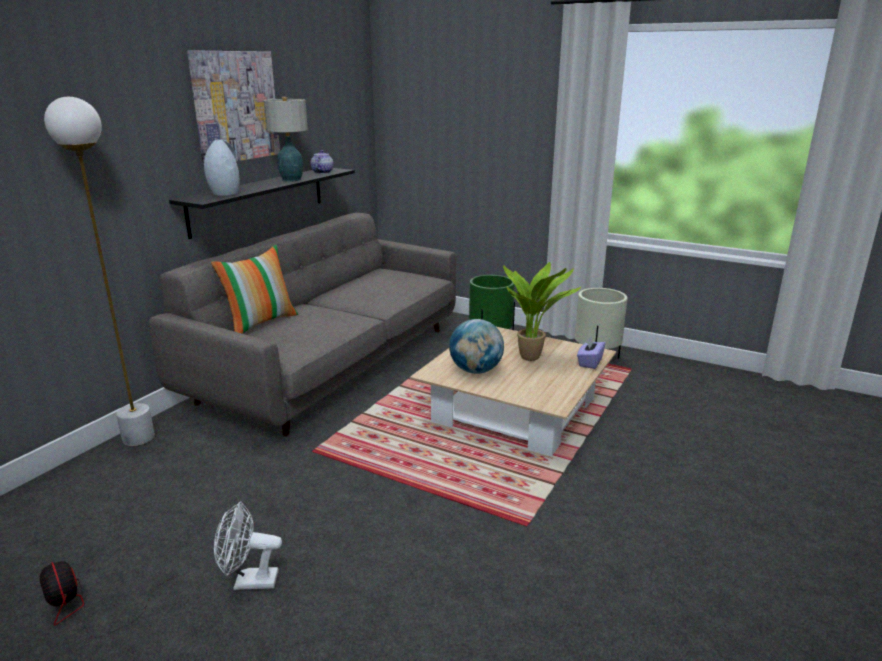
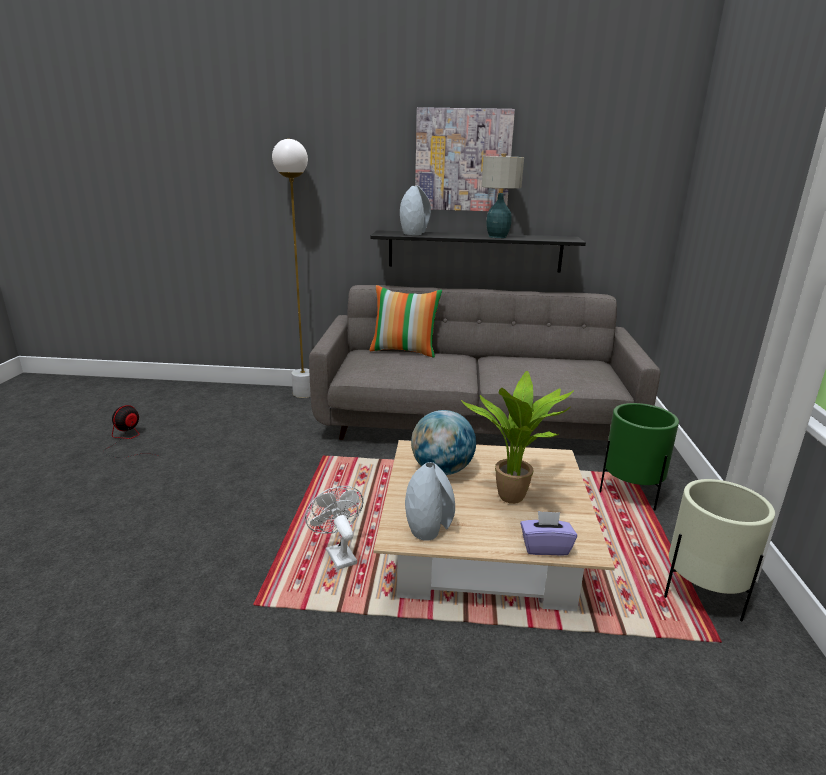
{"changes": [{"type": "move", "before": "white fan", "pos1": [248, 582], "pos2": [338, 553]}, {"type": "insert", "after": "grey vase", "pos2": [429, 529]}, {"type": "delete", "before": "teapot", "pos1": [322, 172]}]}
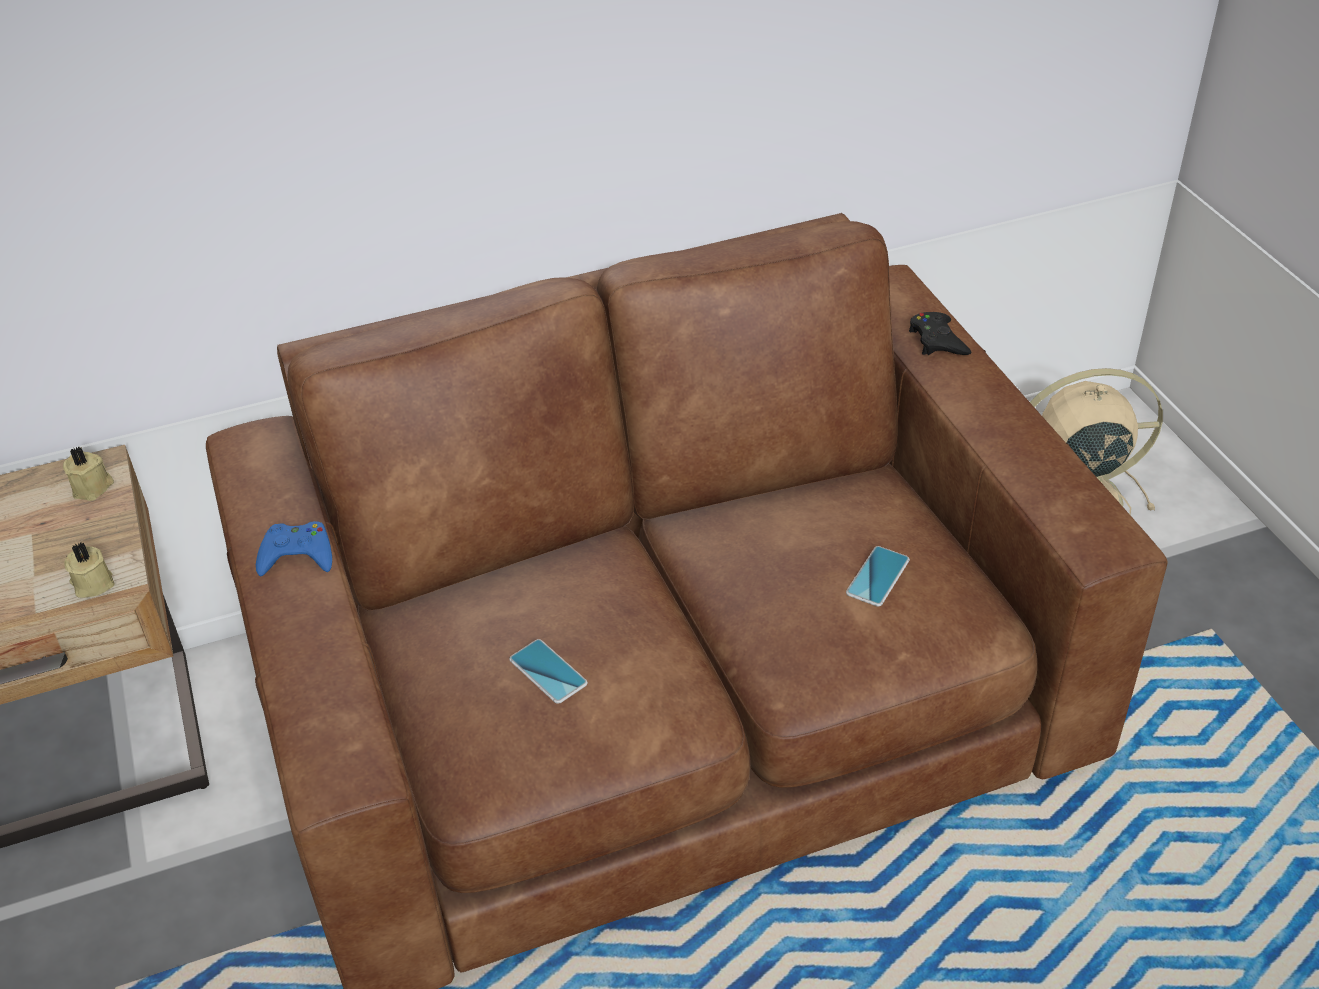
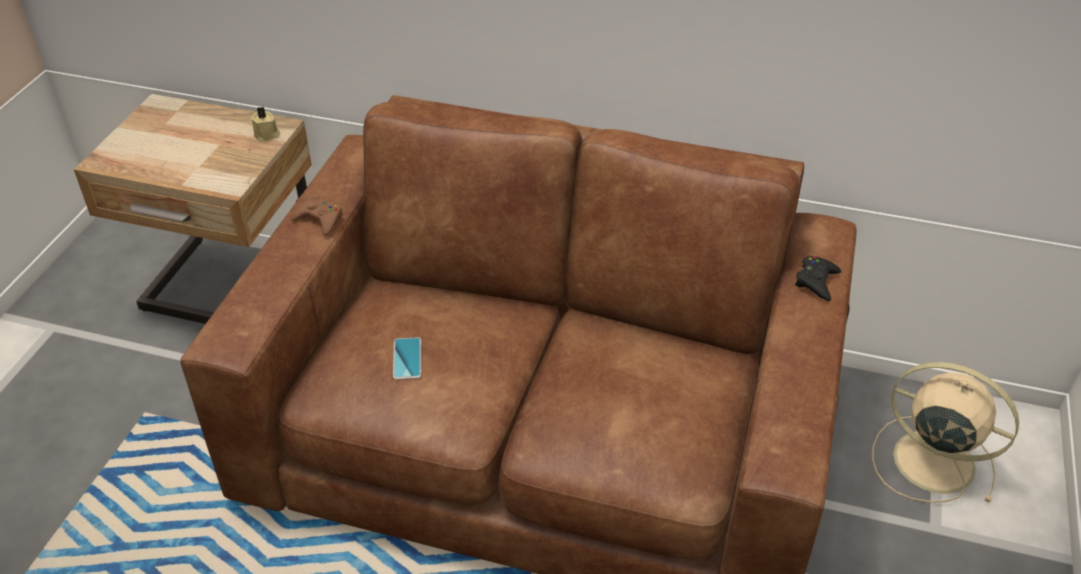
{"changes": [{"type": "recolor", "before": "blue game controller", "after": "brown game controller", "pos1": [297, 555], "pos2": [320, 219]}, {"type": "delete", "before": "beige candle", "pos1": [92, 583]}, {"type": "delete", "before": "phone", "pos1": [877, 577]}]}
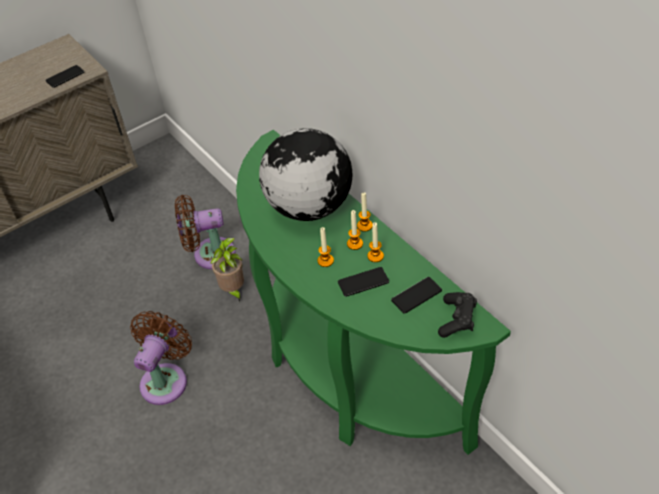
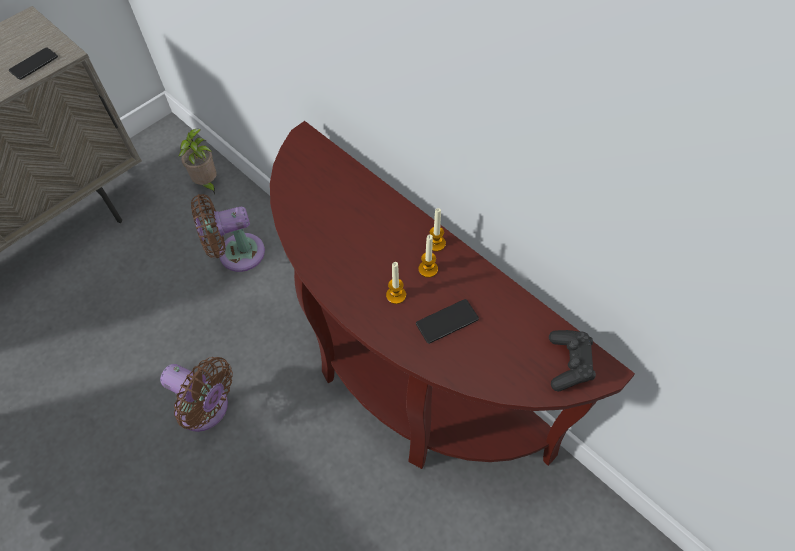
{"changes": [{"type": "rotate", "before": "brown fan", "pos1": [166, 379], "pos2": [207, 409], "turn": 105}, {"type": "move", "before": "potted plant", "pos1": [233, 290], "pos2": [207, 184]}, {"type": "recolor", "before": "green console table", "after": "brown console table", "pos1": [347, 372], "pos2": [407, 381]}, {"type": "delete", "before": "globe", "pos1": [308, 206]}, {"type": "delete", "before": "candle", "pos1": [375, 256]}, {"type": "delete", "before": "phone", "pos1": [416, 295]}]}
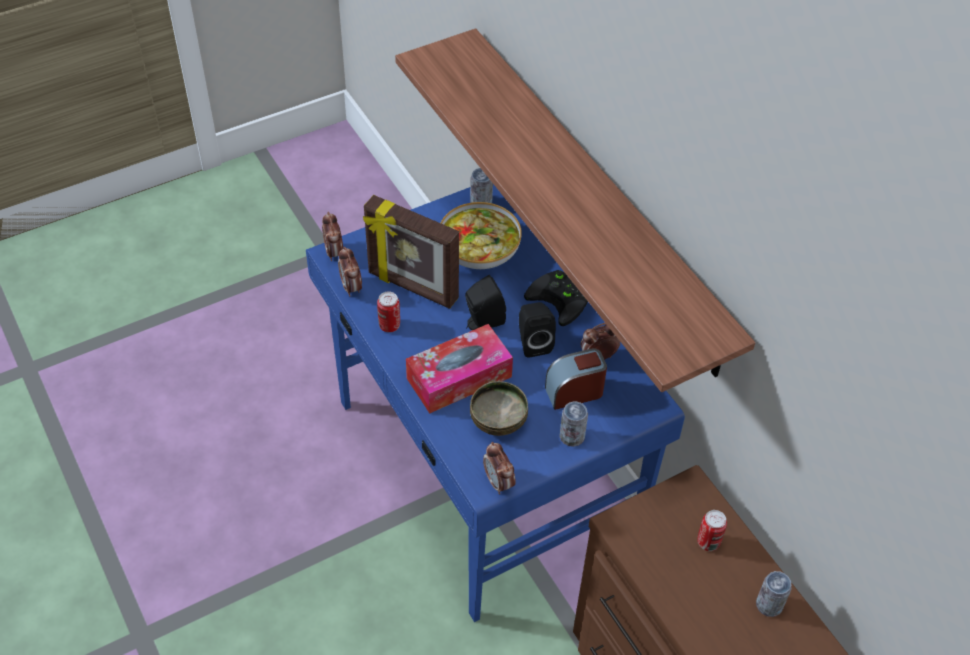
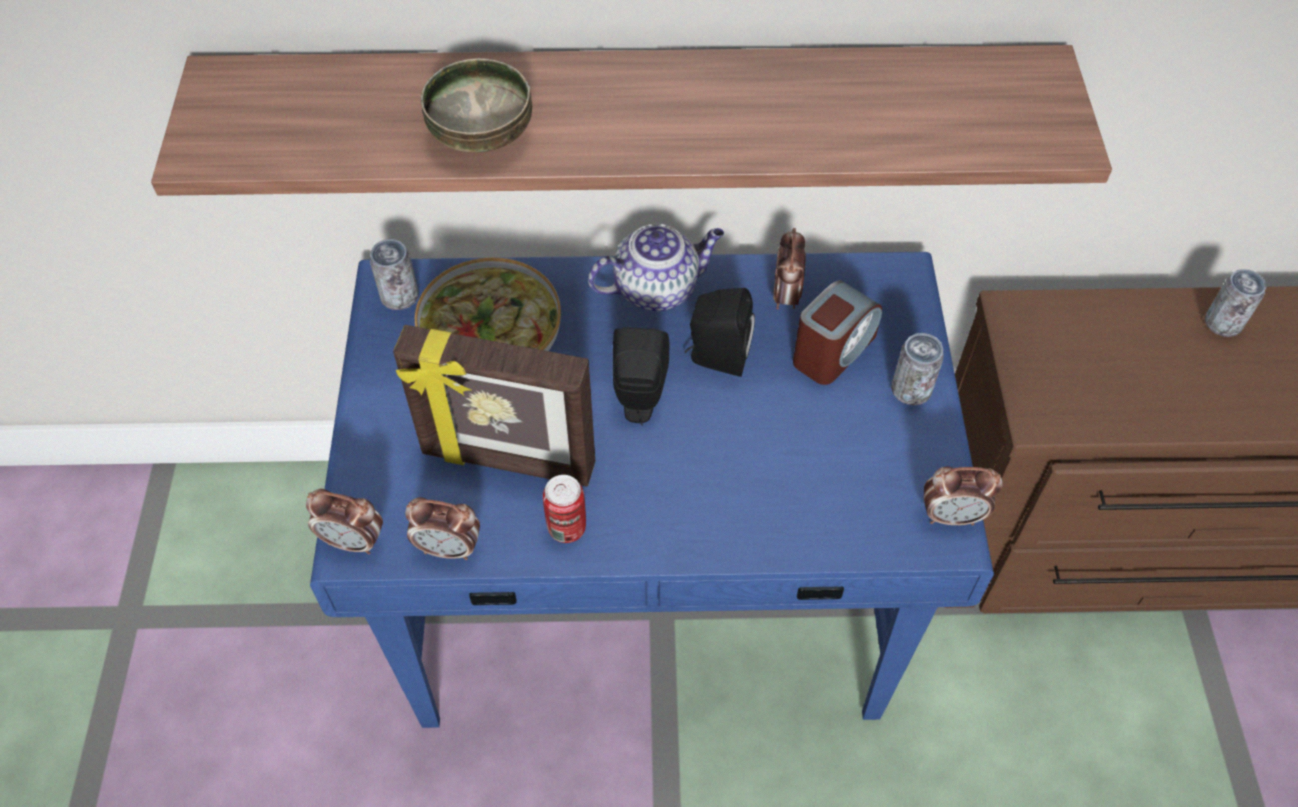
{"changes": [{"type": "rotate", "before": "picture frame", "pos1": [412, 287], "pos2": [508, 461], "turn": 45}, {"type": "move", "before": "bowl", "pos1": [499, 421], "pos2": [483, 135]}, {"type": "replace", "before": "black game controller", "after": "teapot", "pos1": [562, 299], "pos2": [657, 288]}, {"type": "rotate", "before": "alarm clock", "pos1": [574, 392], "pos2": [833, 351], "turn": -150}, {"type": "delete", "before": "tissue box", "pos1": [459, 377]}, {"type": "delete", "before": "can", "pos1": [708, 542]}]}
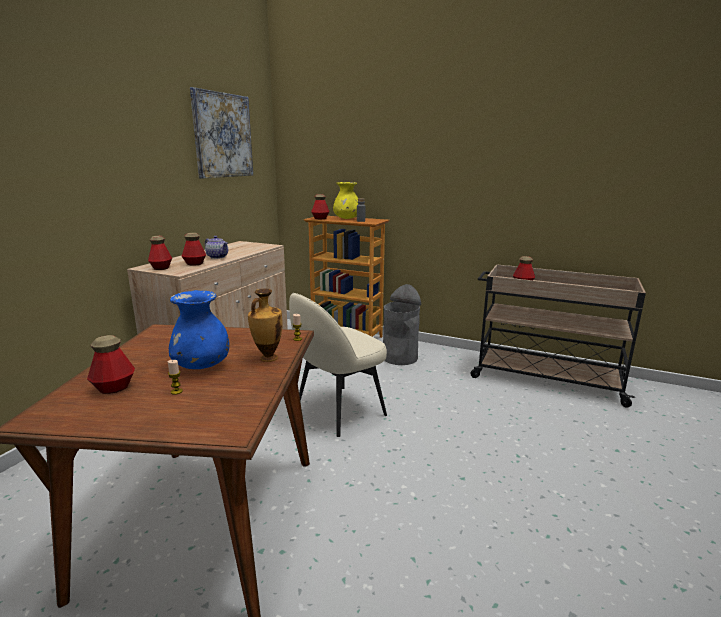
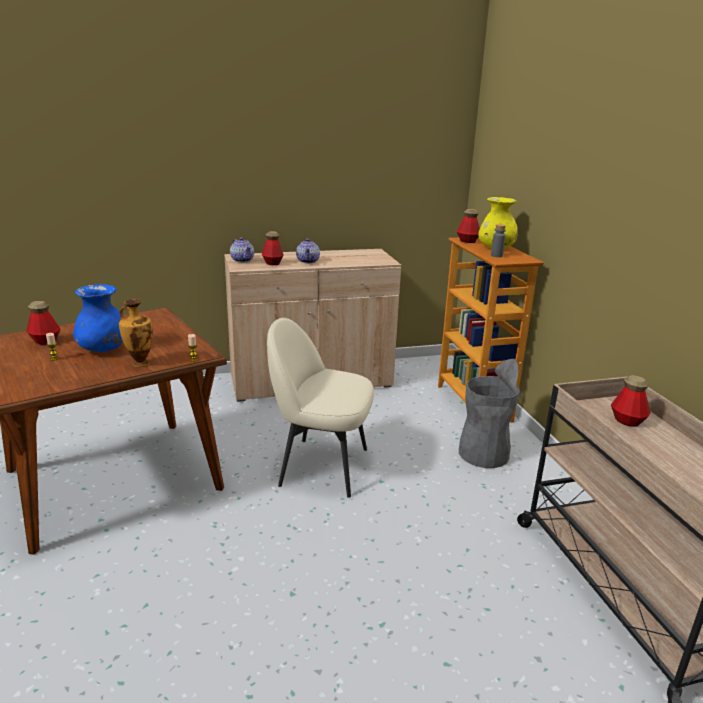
{"changes": [{"type": "replace", "before": "bottle", "after": "teapot", "pos1": [161, 268], "pos2": [242, 260]}, {"type": "delete", "before": "picture", "pos1": [222, 135]}]}
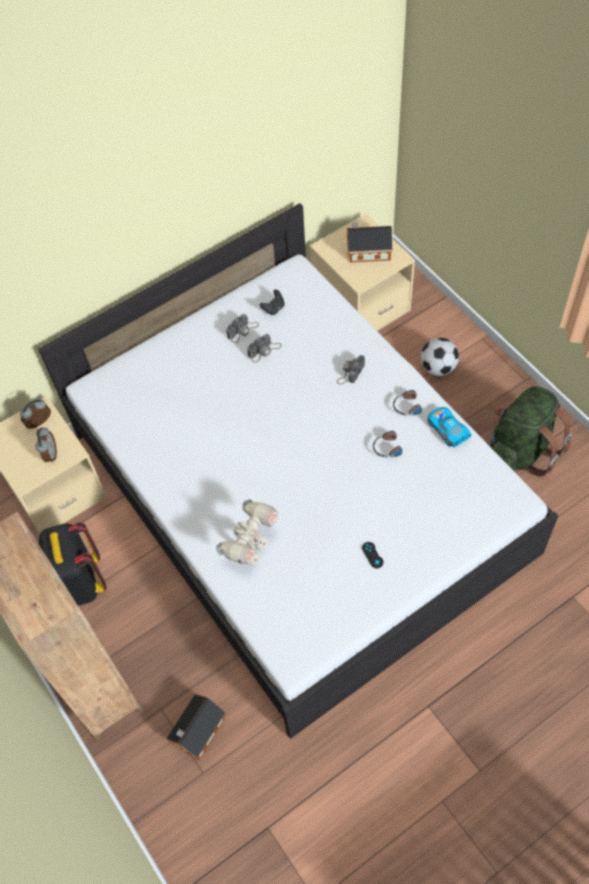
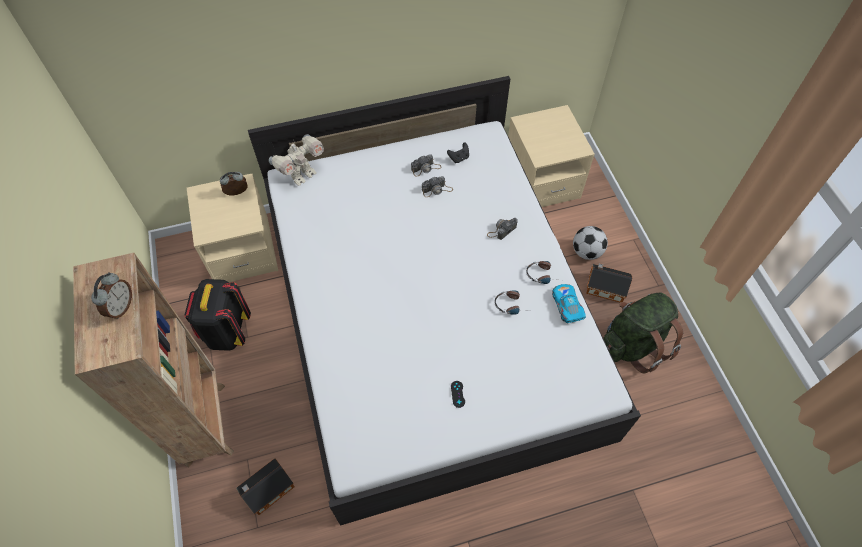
{"changes": [{"type": "move", "before": "alarm clock", "pos1": [50, 454], "pos2": [121, 307]}, {"type": "move", "before": "toy robot", "pos1": [251, 549], "pos2": [302, 175]}, {"type": "move", "before": "toy house", "pos1": [367, 251], "pos2": [604, 287]}]}
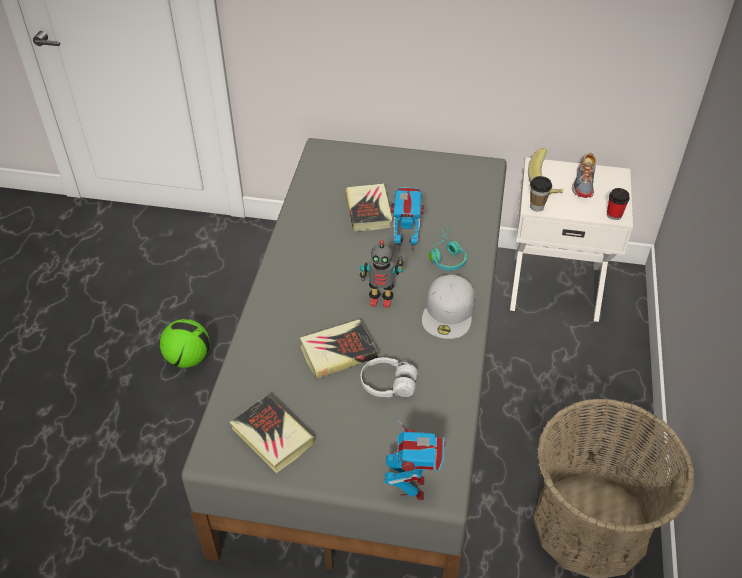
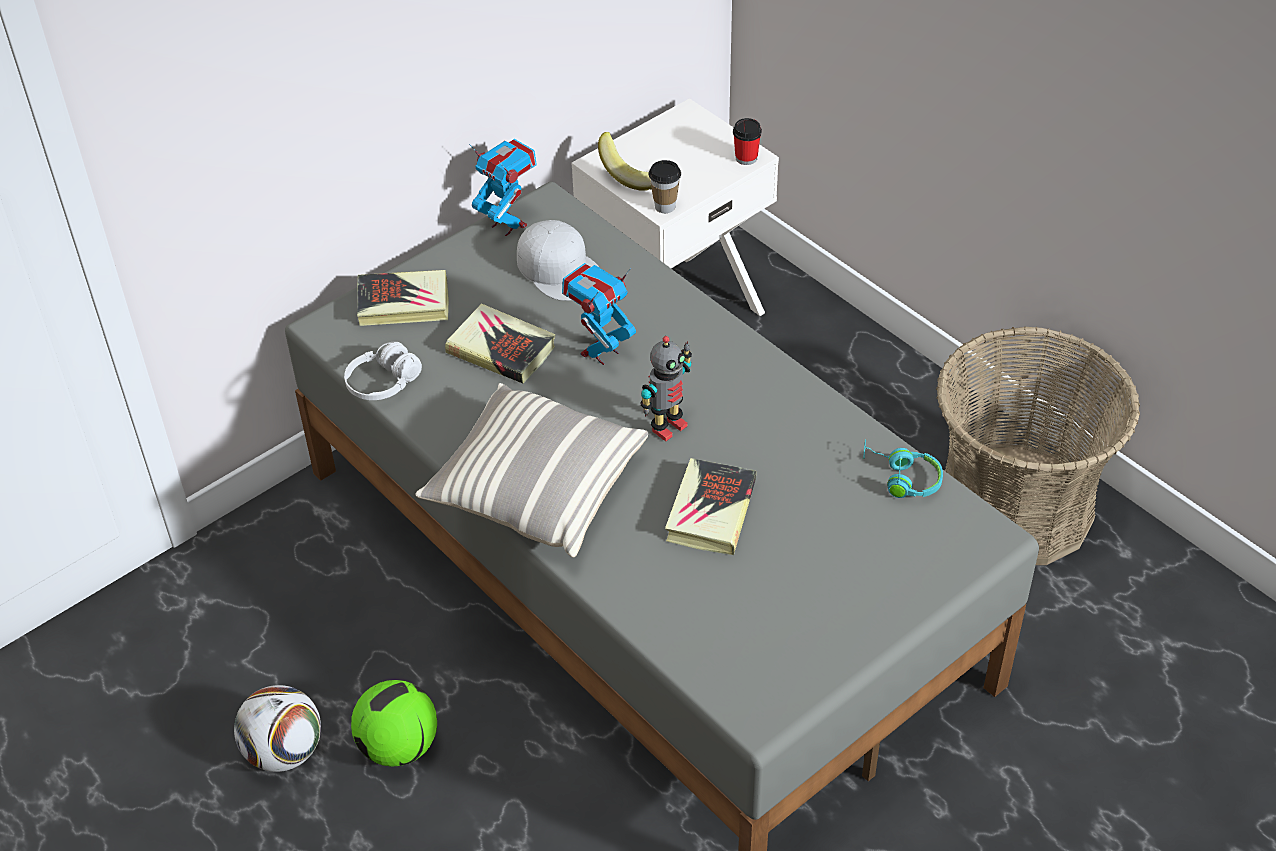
{"changes": [{"type": "insert", "after": "football", "pos2": [284, 752]}, {"type": "move", "before": "white headphones", "pos1": [388, 384], "pos2": [383, 383]}, {"type": "move", "before": "book", "pos1": [272, 436], "pos2": [403, 303]}, {"type": "insert", "after": "pillow", "pos2": [536, 488]}, {"type": "move", "before": "toy robot", "pos1": [413, 487], "pos2": [508, 225]}, {"type": "move", "before": "white cap", "pos1": [449, 312], "pos2": [560, 269]}, {"type": "move", "before": "turquoise headphones", "pos1": [446, 256], "pos2": [901, 477]}, {"type": "delete", "before": "shoe", "pos1": [584, 183]}]}
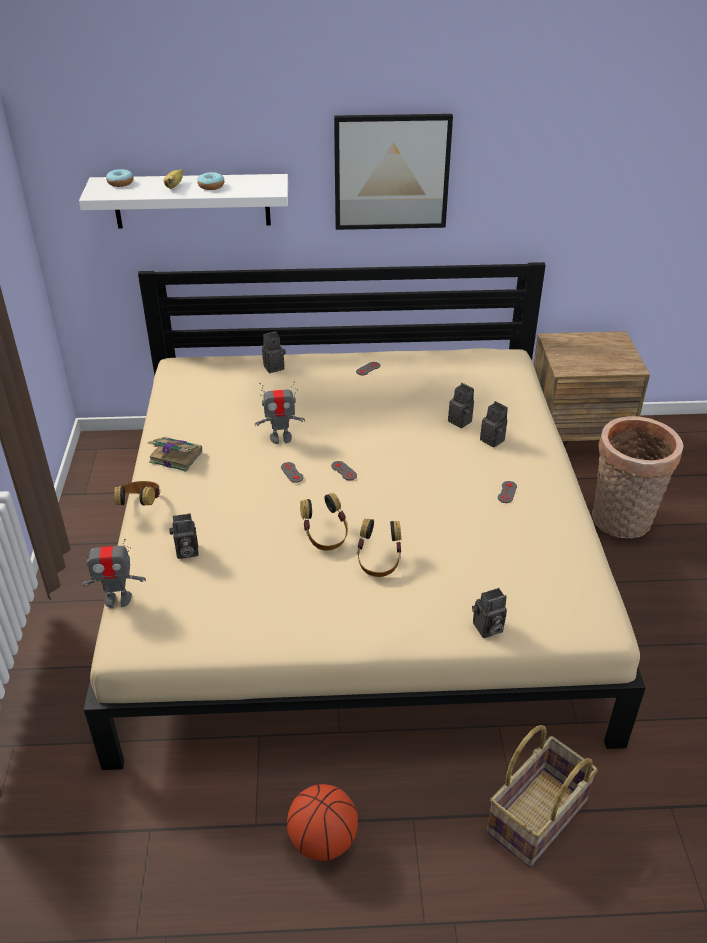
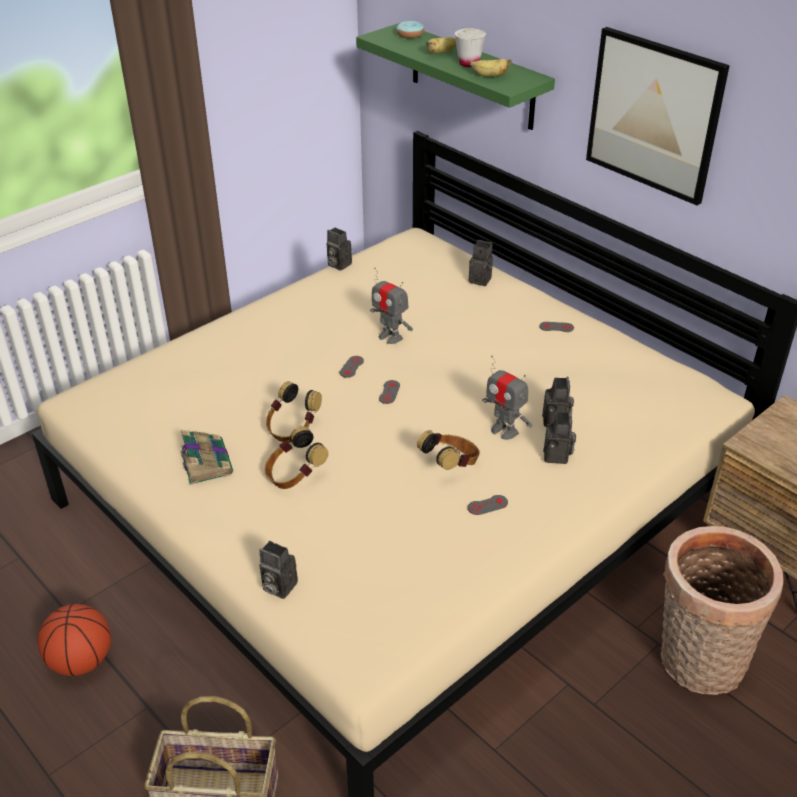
{"changes": [{"type": "move", "before": "book", "pos1": [175, 456], "pos2": [206, 462]}, {"type": "move", "before": "photo camera", "pos1": [186, 552], "pos2": [337, 264]}, {"type": "recolor", "before": "white shelf", "after": "green shelf", "pos1": [192, 201], "pos2": [472, 77]}, {"type": "move", "before": "headphones", "pos1": [140, 505], "pos2": [451, 465]}, {"type": "replace", "before": "donut", "after": "white cup", "pos1": [211, 186], "pos2": [469, 64]}, {"type": "insert", "after": "banana", "pos2": [489, 76]}, {"type": "move", "before": "toy robot", "pos1": [117, 599], "pos2": [504, 430]}]}
